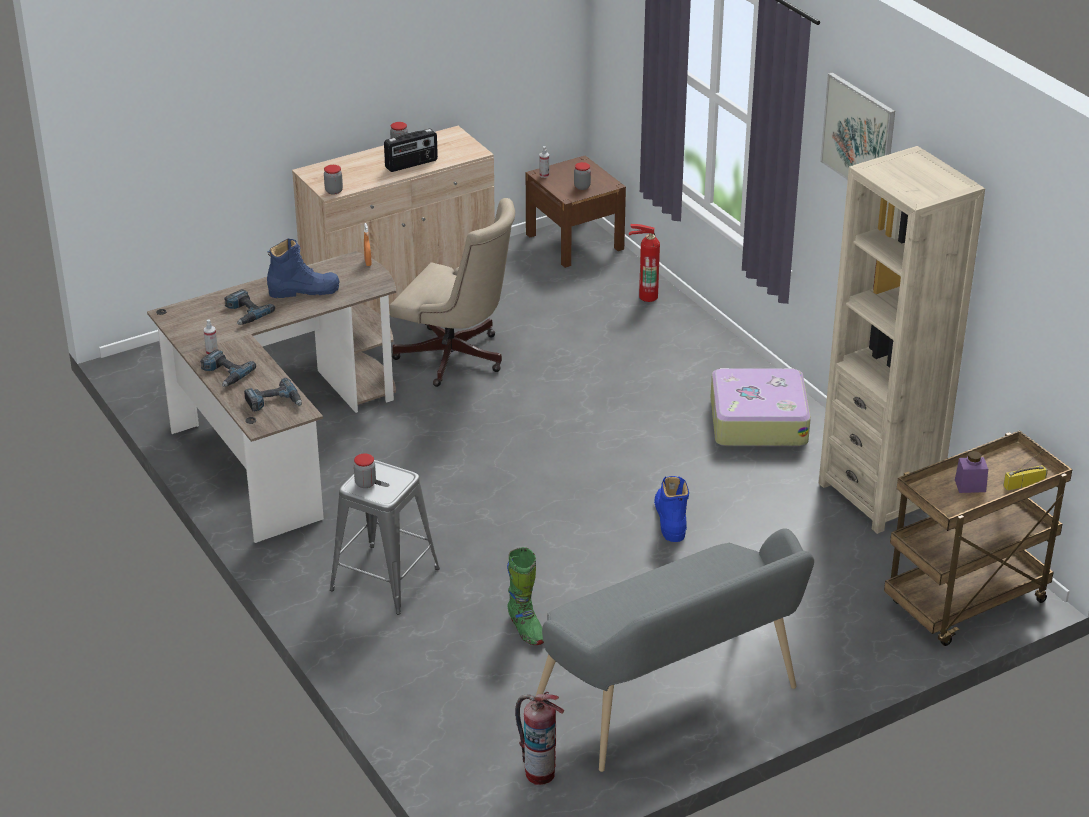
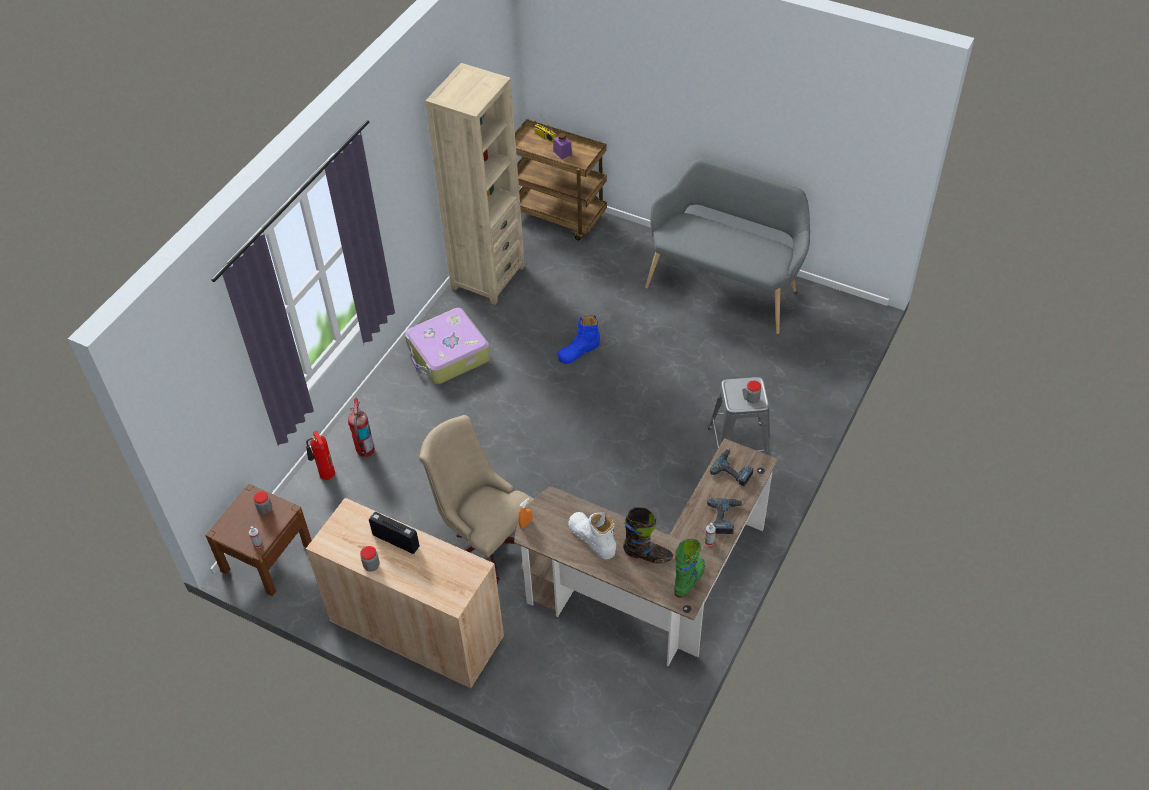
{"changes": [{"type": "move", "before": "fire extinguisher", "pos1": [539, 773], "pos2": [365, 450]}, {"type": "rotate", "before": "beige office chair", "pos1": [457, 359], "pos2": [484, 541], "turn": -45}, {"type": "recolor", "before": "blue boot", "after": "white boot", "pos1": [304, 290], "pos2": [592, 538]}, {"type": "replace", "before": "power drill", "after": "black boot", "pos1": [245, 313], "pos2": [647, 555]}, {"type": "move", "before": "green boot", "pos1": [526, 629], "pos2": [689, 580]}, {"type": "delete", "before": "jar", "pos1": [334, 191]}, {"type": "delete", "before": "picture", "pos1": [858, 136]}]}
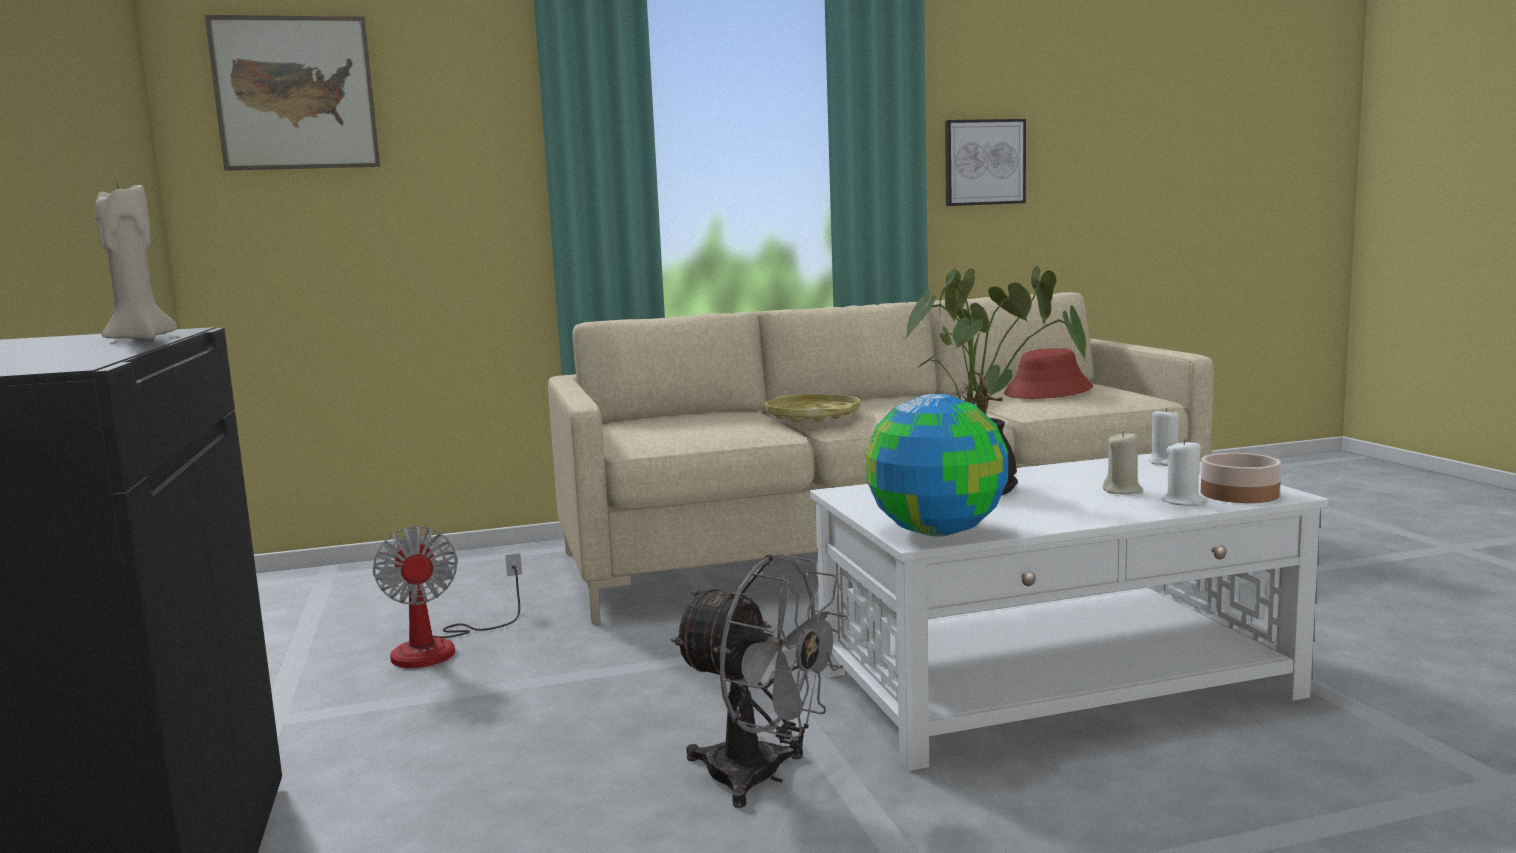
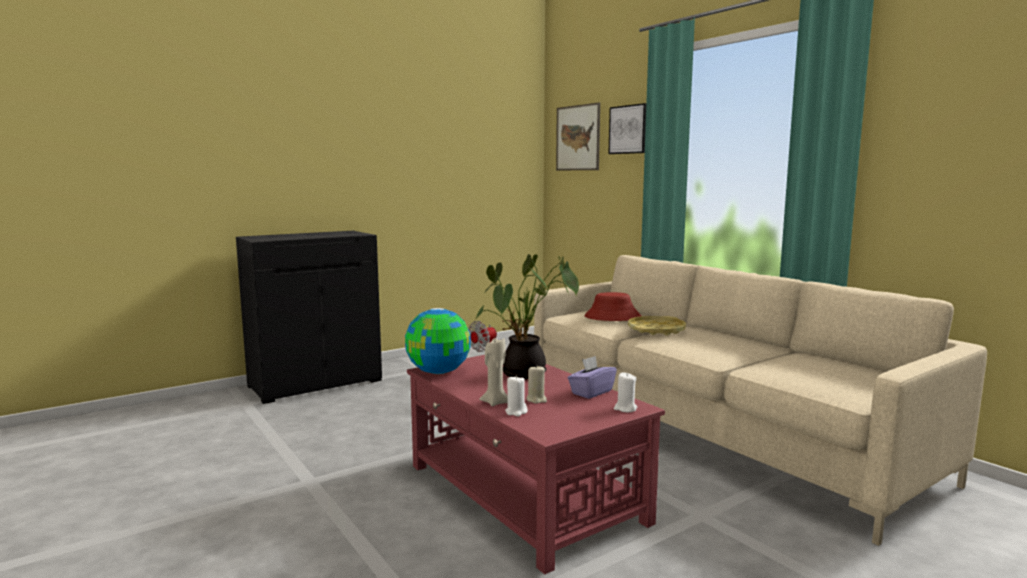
{"changes": [{"type": "recolor", "before": "white coffee table", "after": "red coffee table", "pos1": [1056, 683], "pos2": [523, 493]}, {"type": "move", "before": "beige candle", "pos1": [138, 339], "pos2": [495, 402]}, {"type": "insert", "after": "purple tissue box", "pos2": [591, 392]}, {"type": "move", "before": "red hat", "pos1": [1048, 391], "pos2": [612, 317]}, {"type": "move", "before": "picture", "pos1": [984, 162], "pos2": [628, 129]}, {"type": "delete", "before": "grey fan", "pos1": [762, 777]}, {"type": "delete", "before": "bowl", "pos1": [1240, 494]}]}
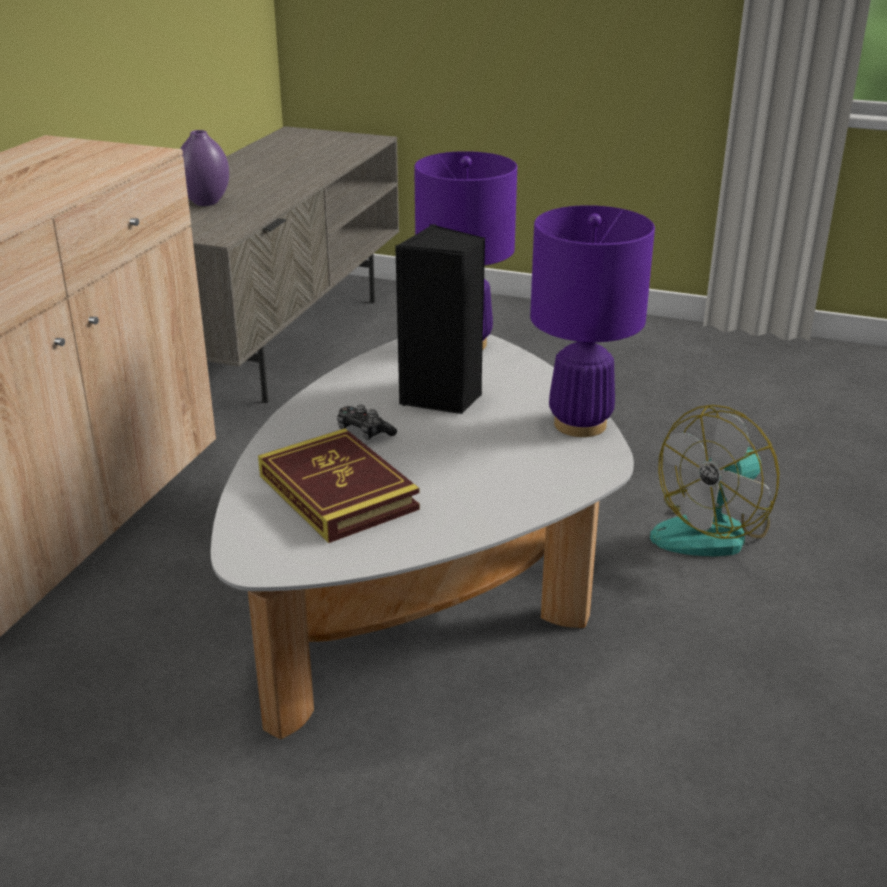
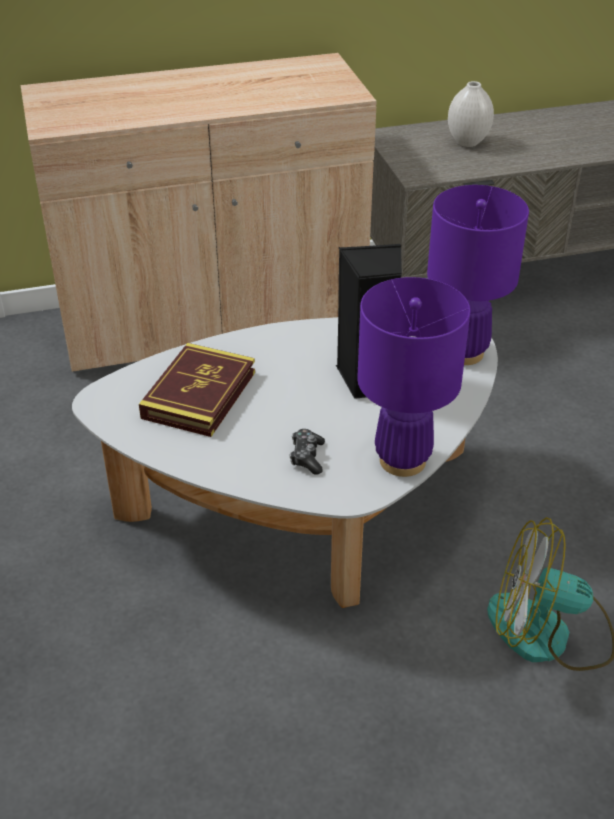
{"changes": [{"type": "move", "before": "game controller", "pos1": [364, 432], "pos2": [307, 457]}, {"type": "recolor", "before": "purple vase", "after": "white vase", "pos1": [205, 202], "pos2": [467, 142]}]}
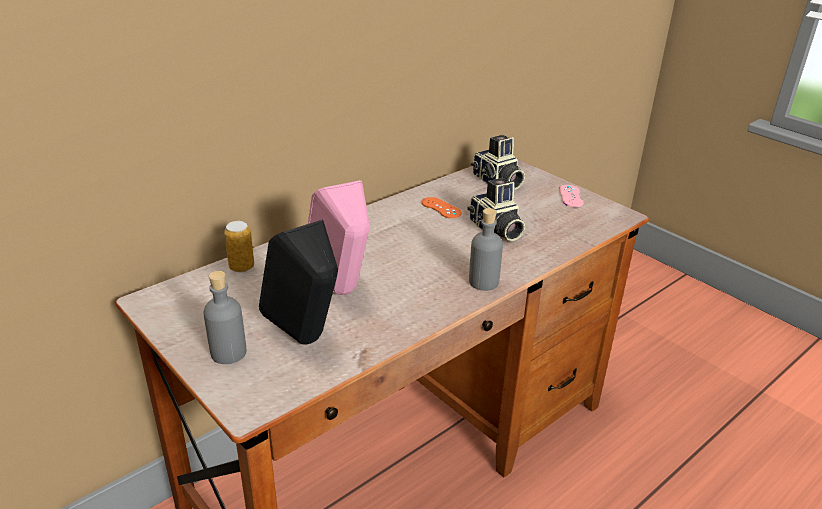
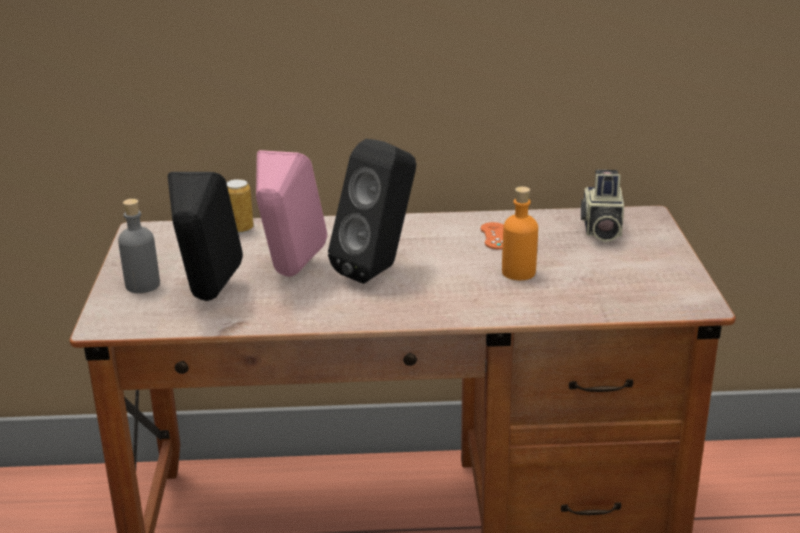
{"changes": [{"type": "insert", "after": "black speaker", "pos2": [379, 270]}, {"type": "replace", "before": "photo camera", "after": "orange bottle", "pos1": [495, 230], "pos2": [518, 272]}, {"type": "delete", "before": "grey bottle", "pos1": [483, 282]}, {"type": "delete", "before": "pink game controller", "pos1": [571, 196]}]}
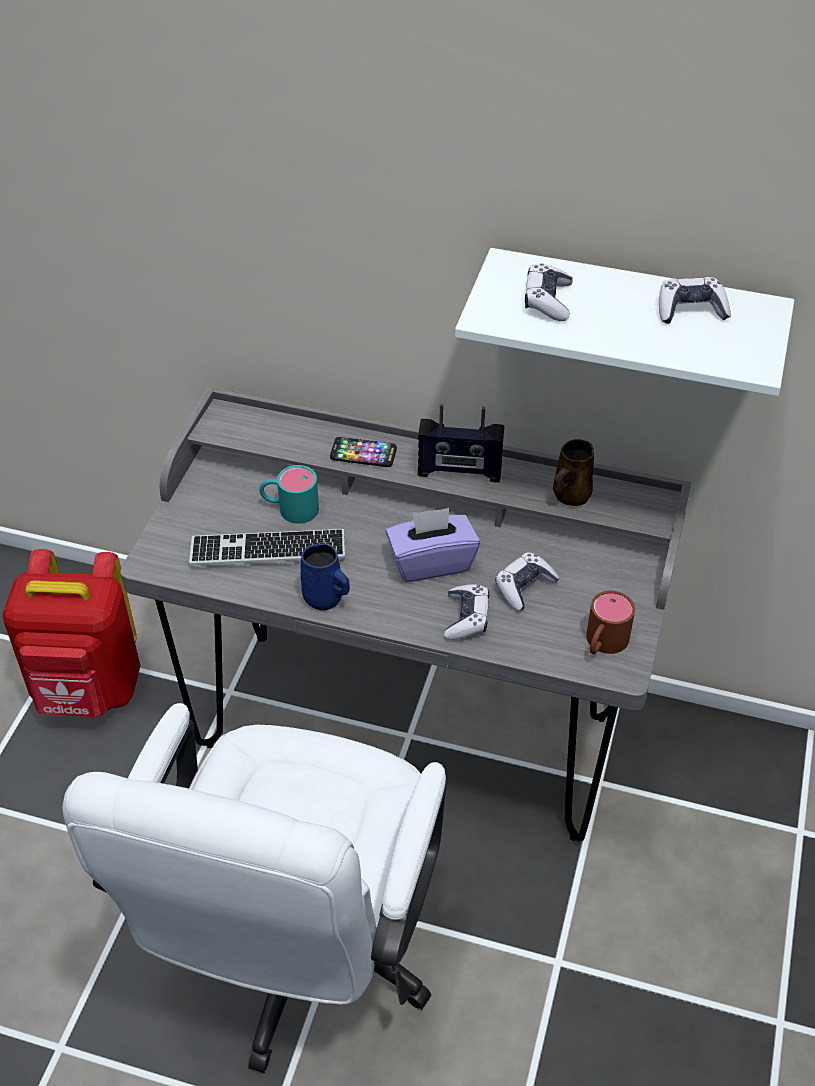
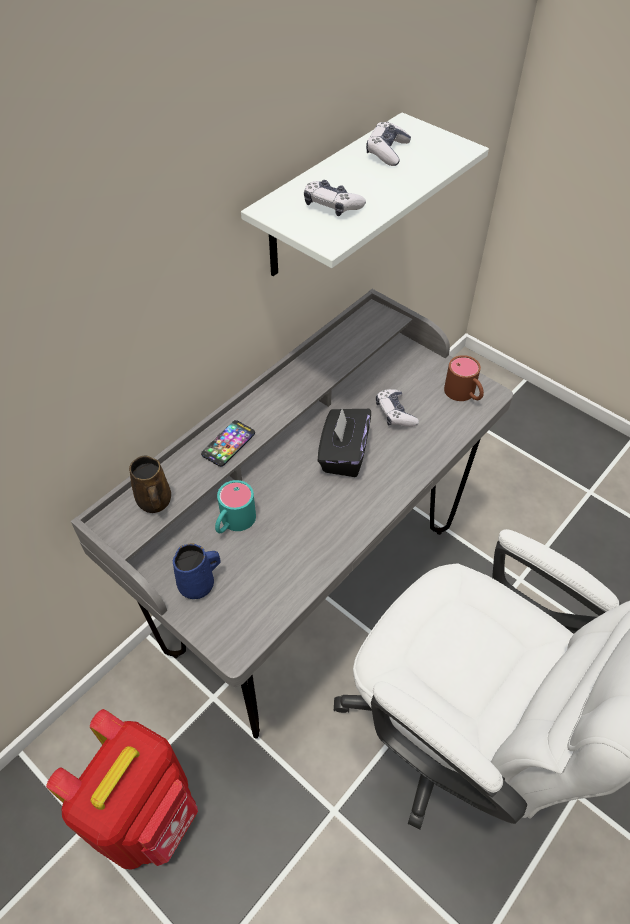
{"changes": [{"type": "move", "before": "brown mug", "pos1": [570, 495], "pos2": [155, 502]}, {"type": "move", "before": "blue mug", "pos1": [325, 599], "pos2": [199, 584]}, {"type": "recolor", "before": "purple tissue box", "after": "black tissue box", "pos1": [431, 562], "pos2": [343, 454]}, {"type": "delete", "before": "keyboard", "pos1": [268, 550]}, {"type": "delete", "before": "radio", "pos1": [459, 472]}, {"type": "delete", "before": "game controller", "pos1": [466, 618]}]}
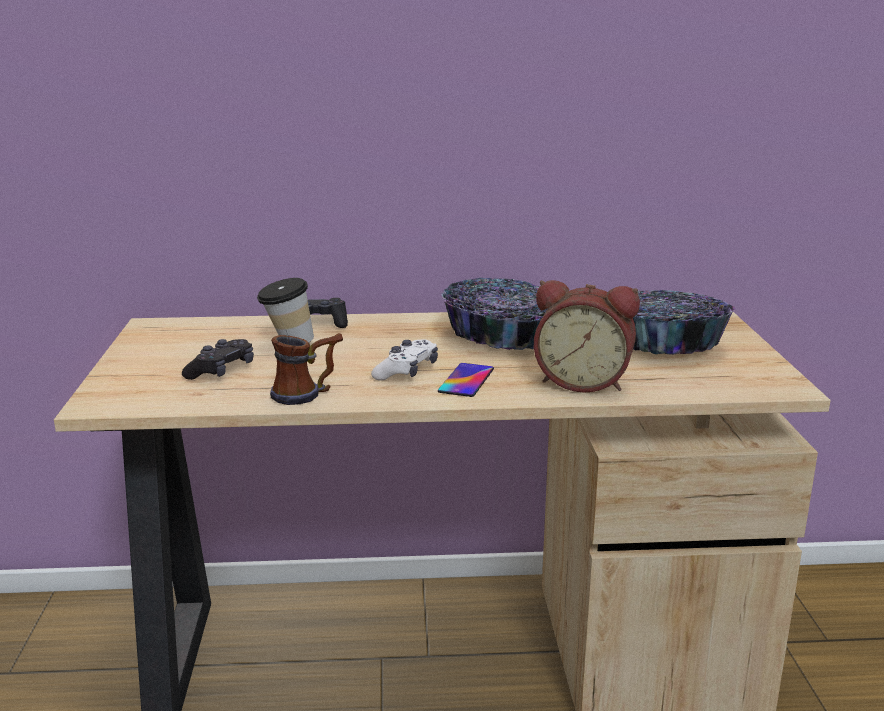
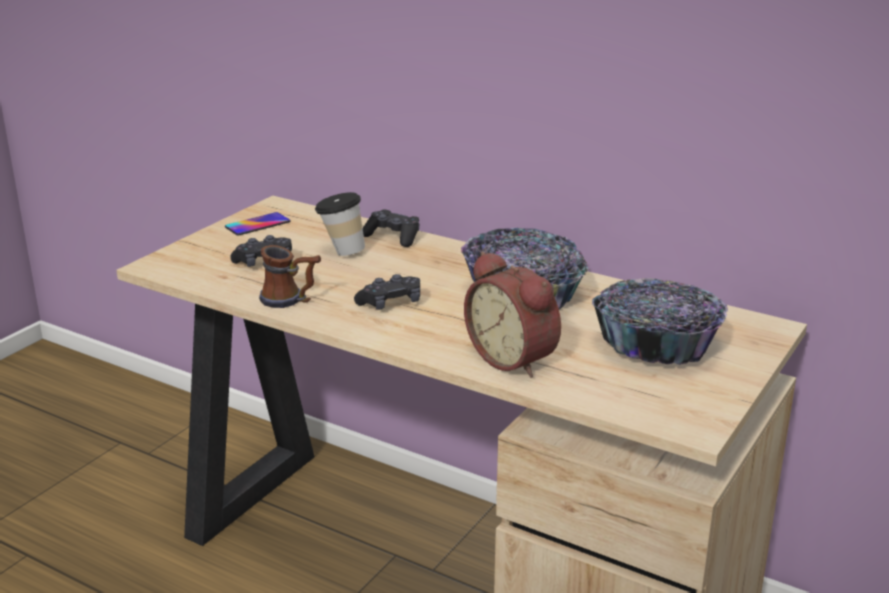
{"changes": [{"type": "move", "before": "phone", "pos1": [466, 380], "pos2": [257, 224]}, {"type": "recolor", "before": "white game controller", "after": "black game controller", "pos1": [407, 371], "pos2": [390, 303]}]}
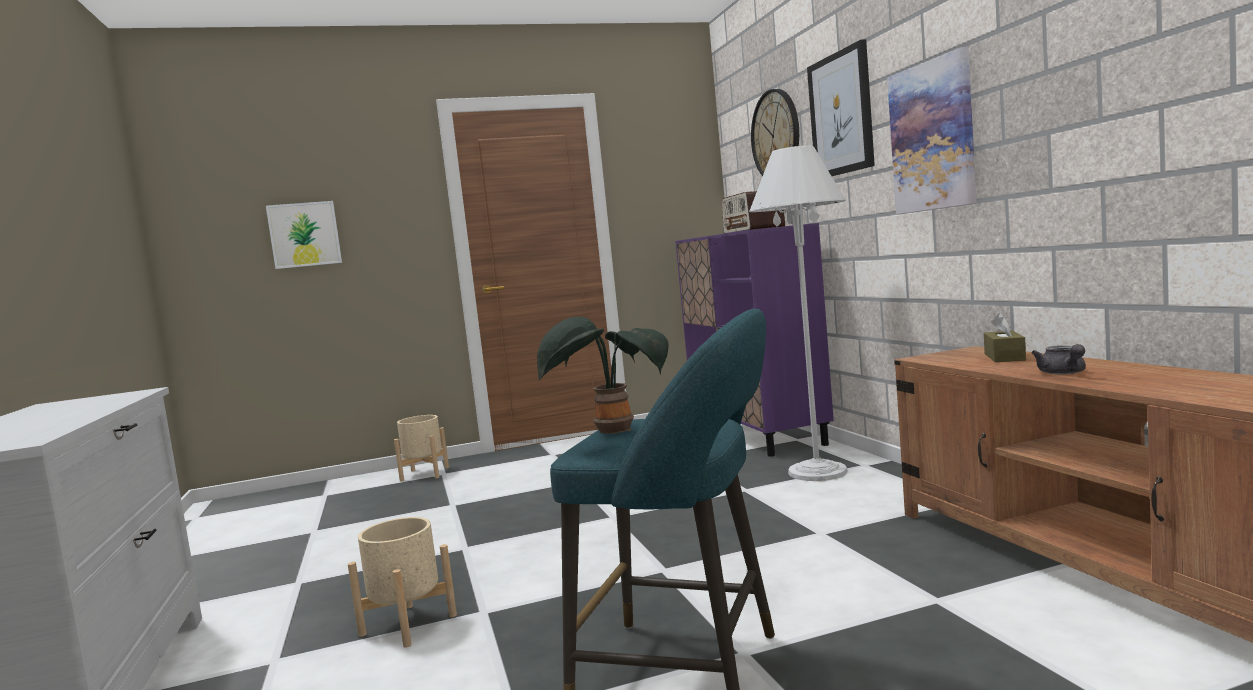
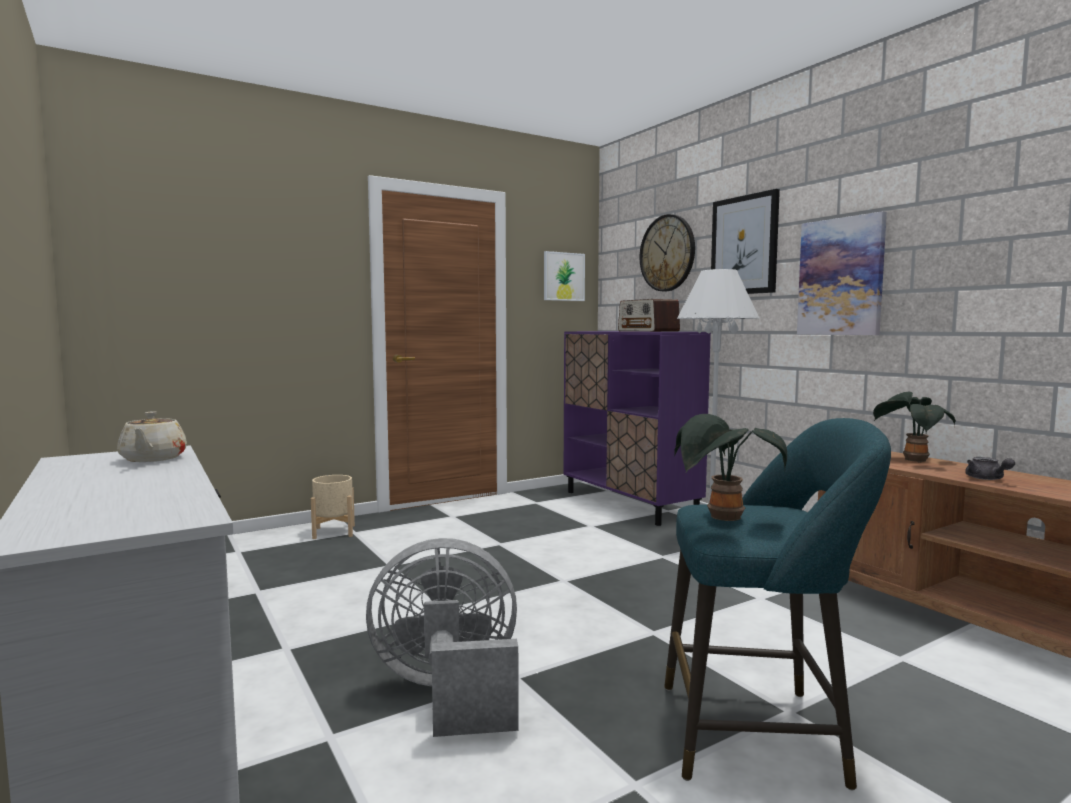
{"changes": [{"type": "insert", "after": "beige teapot", "pos2": [153, 459]}, {"type": "replace", "before": "beige planter", "after": "grey fan", "pos1": [408, 625], "pos2": [449, 693]}, {"type": "move", "before": "picture", "pos1": [304, 234], "pos2": [563, 276]}, {"type": "replace", "before": "brown tissue box", "after": "potted plant", "pos1": [1004, 357], "pos2": [912, 460]}]}
